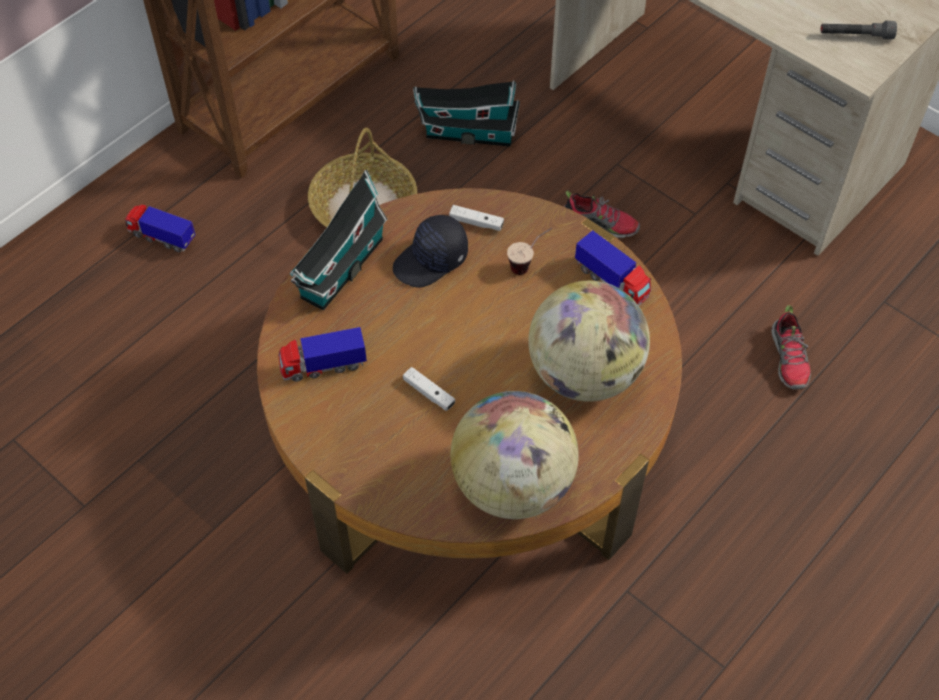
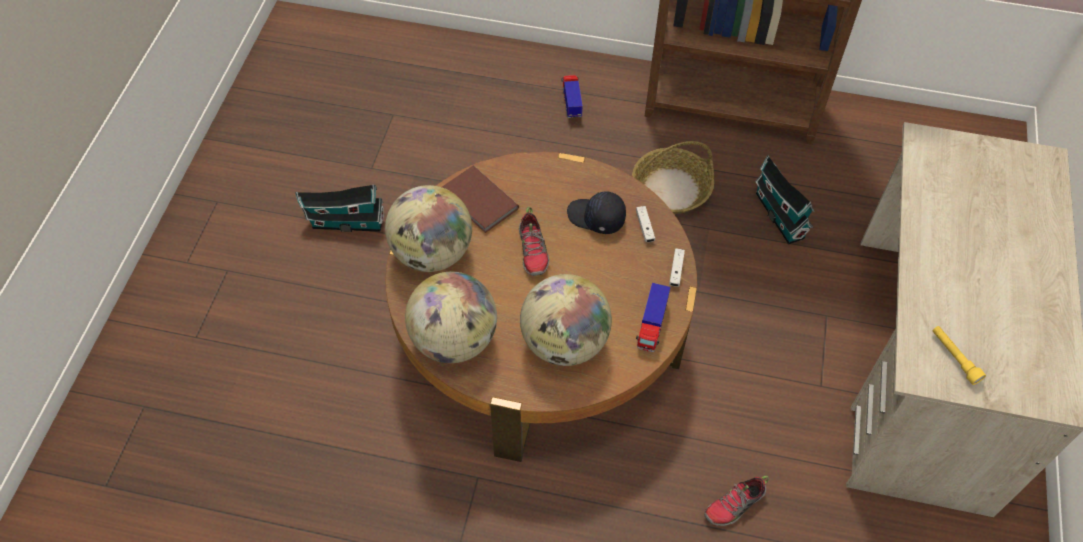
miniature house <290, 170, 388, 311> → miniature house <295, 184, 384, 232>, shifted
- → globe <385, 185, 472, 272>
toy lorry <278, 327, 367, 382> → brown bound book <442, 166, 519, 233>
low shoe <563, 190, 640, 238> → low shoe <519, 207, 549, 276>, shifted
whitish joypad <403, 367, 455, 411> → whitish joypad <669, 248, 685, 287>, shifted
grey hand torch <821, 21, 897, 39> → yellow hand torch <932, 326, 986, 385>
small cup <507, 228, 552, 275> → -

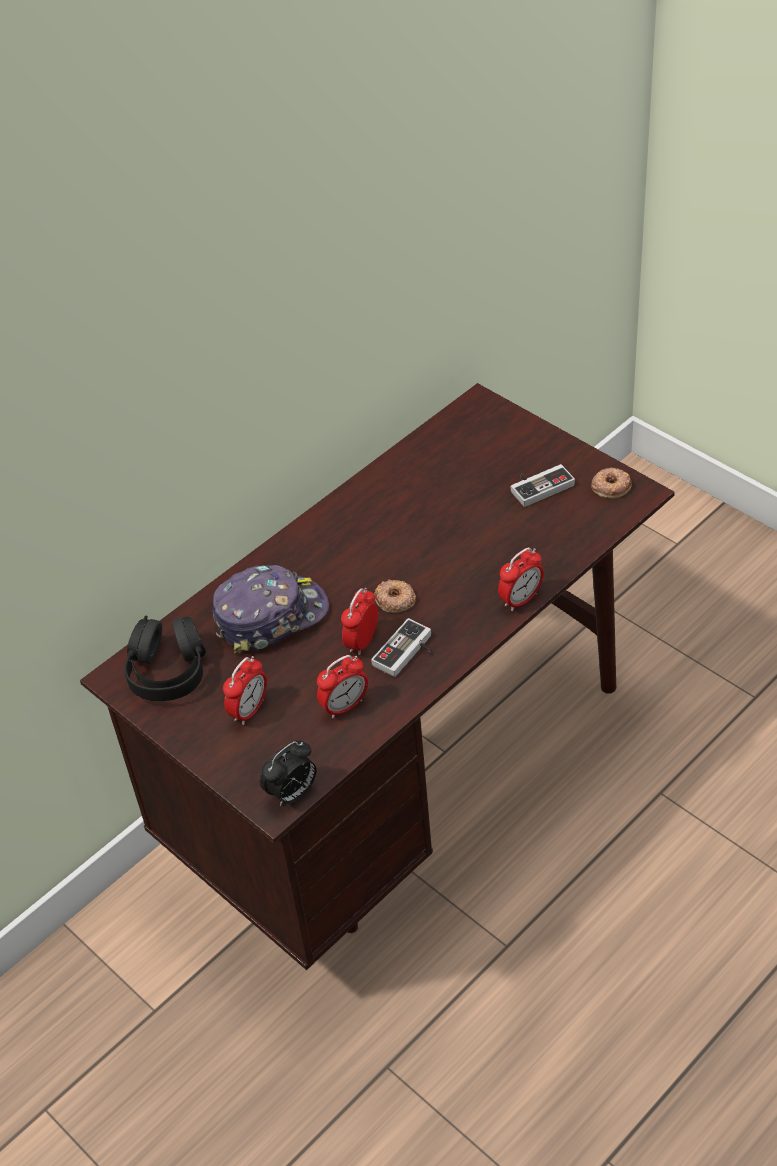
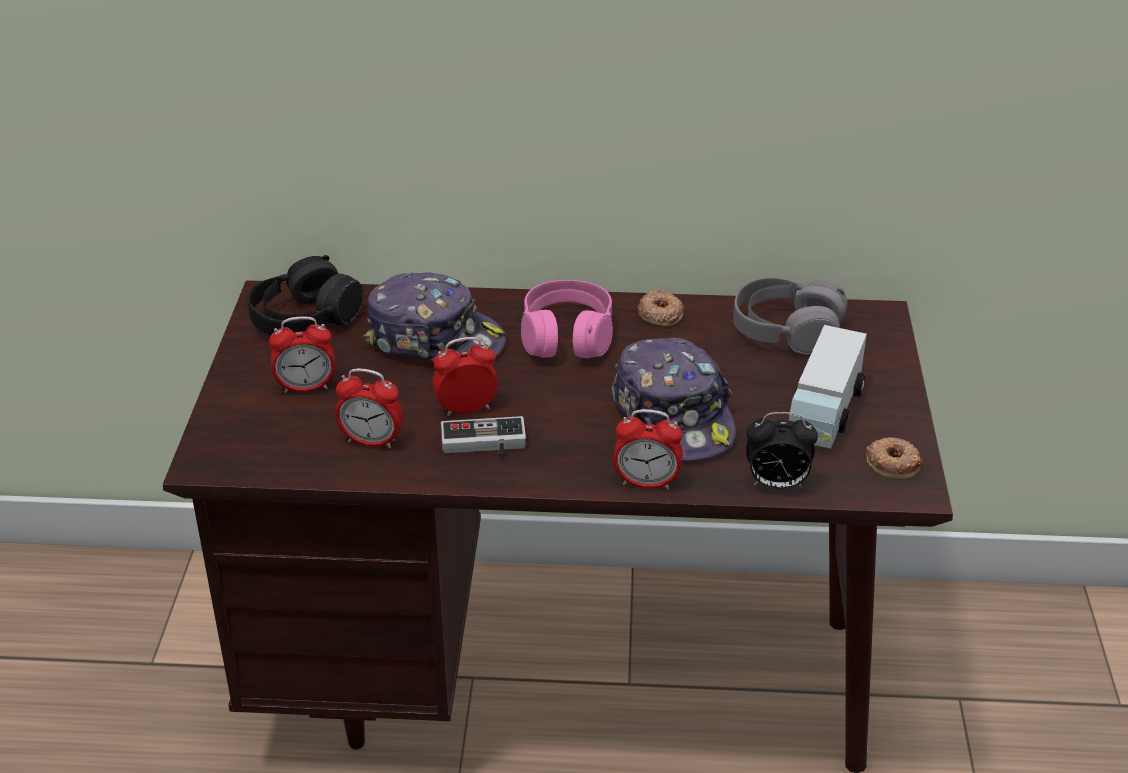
- → pinkish headphones <521, 280, 613, 358>
- → baseball cap <612, 338, 736, 461>
doughnut <374, 579, 416, 613> → doughnut <637, 290, 684, 326>, shifted
- → grey headphones <733, 278, 848, 355>
alarm clock <260, 740, 316, 806> → alarm clock <746, 412, 818, 490>, shifted
joypad <511, 464, 575, 507> → toy lorry <789, 325, 867, 449>

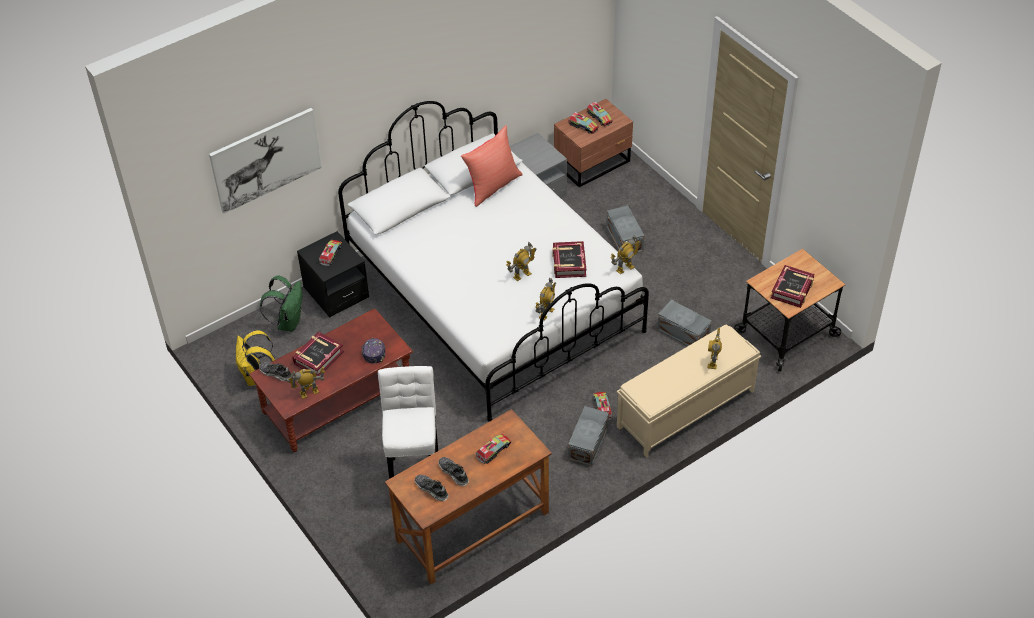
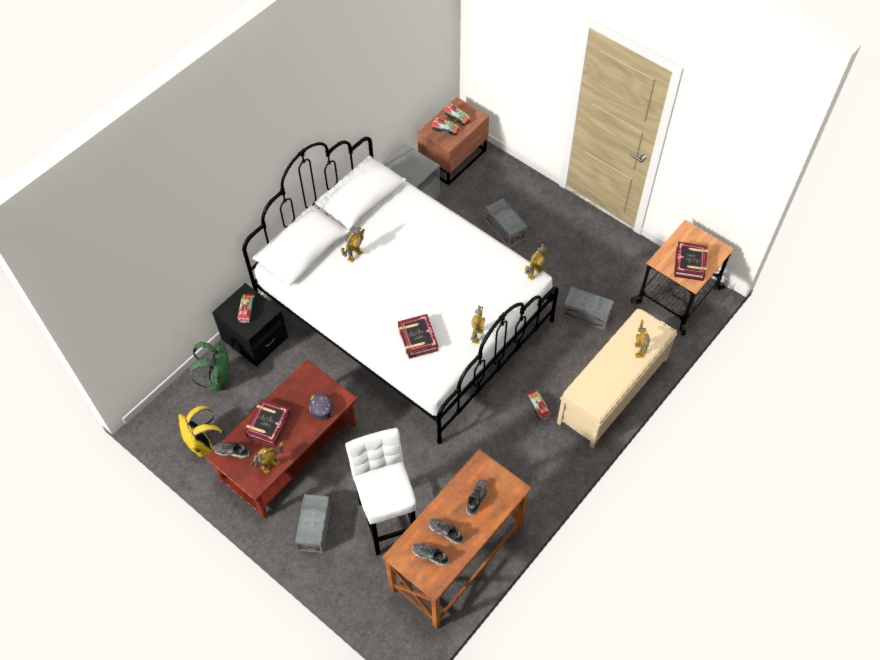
grey storage bin <568, 406, 609, 466> → grey storage bin <295, 494, 331, 553>, shifted
model robot <506, 242, 537, 281> → model robot <340, 226, 365, 262>, shifted
bound book <552, 241, 586, 278> → bound book <398, 314, 439, 359>, shifted
toy lorry <476, 434, 511, 464> → low shoe <466, 480, 487, 516>
wall picture <209, 108, 322, 214> → -
red pillow <461, 125, 523, 207> → -

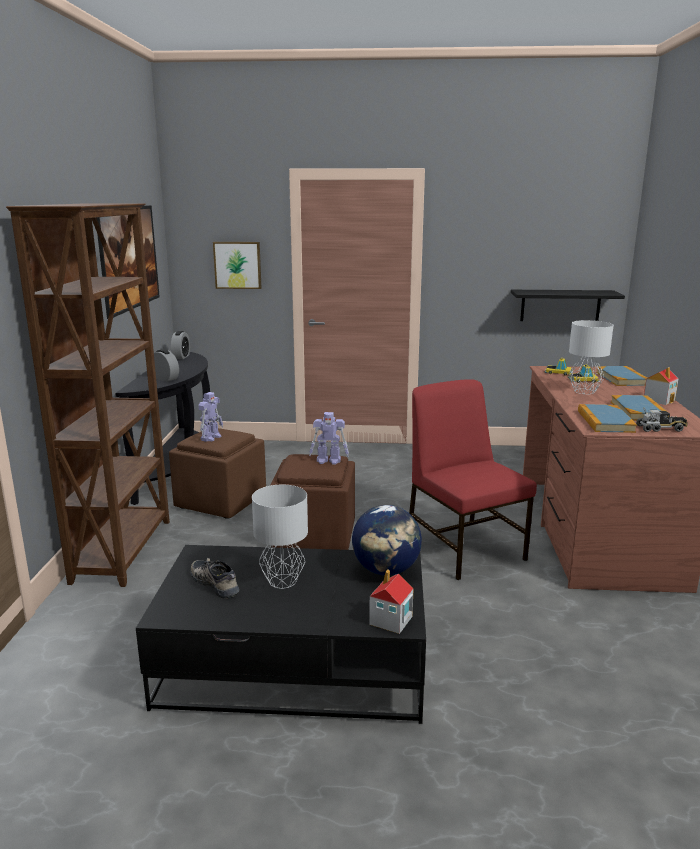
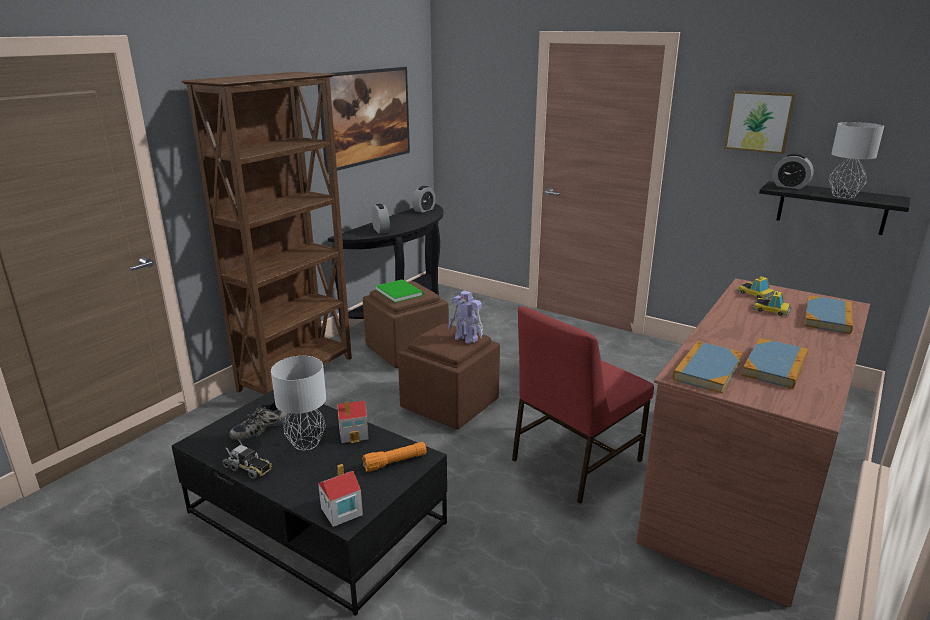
toy lorry <636, 407, 688, 432> → toy lorry <223, 439, 272, 479>, shifted
low shoe <191, 558, 239, 599> → low shoe <229, 401, 290, 442>, 120 degrees counterclockwise
miniature house <644, 367, 678, 405> → miniature house <337, 401, 369, 443>, shifted
globe <352, 505, 422, 575> → orange-coloured hand torch <362, 442, 427, 472>
model robot <198, 392, 223, 442> → green bound book <376, 279, 424, 302>
red plain chair <409, 379, 537, 580> → red plain chair <512, 306, 654, 504>, 135 degrees counterclockwise
wall picture <213, 242, 262, 289> → wall picture <724, 91, 796, 154>, shifted
- → alarm clock <773, 153, 814, 189>
grey table lamp <569, 320, 614, 394> → grey table lamp <829, 122, 884, 198>, shifted

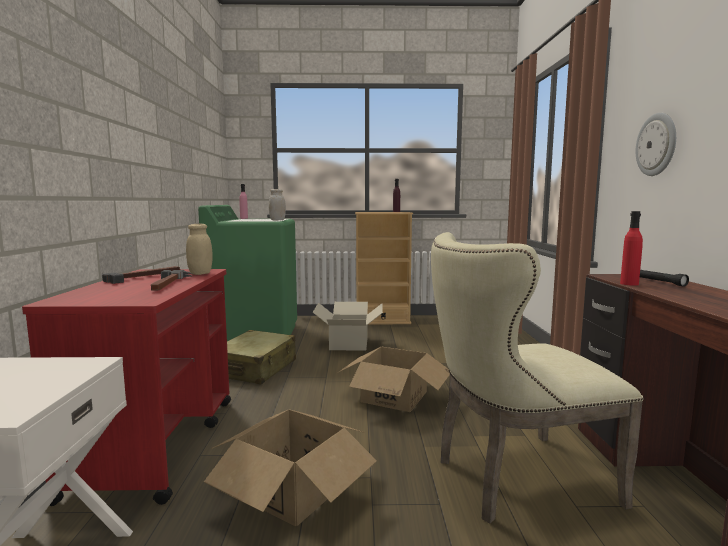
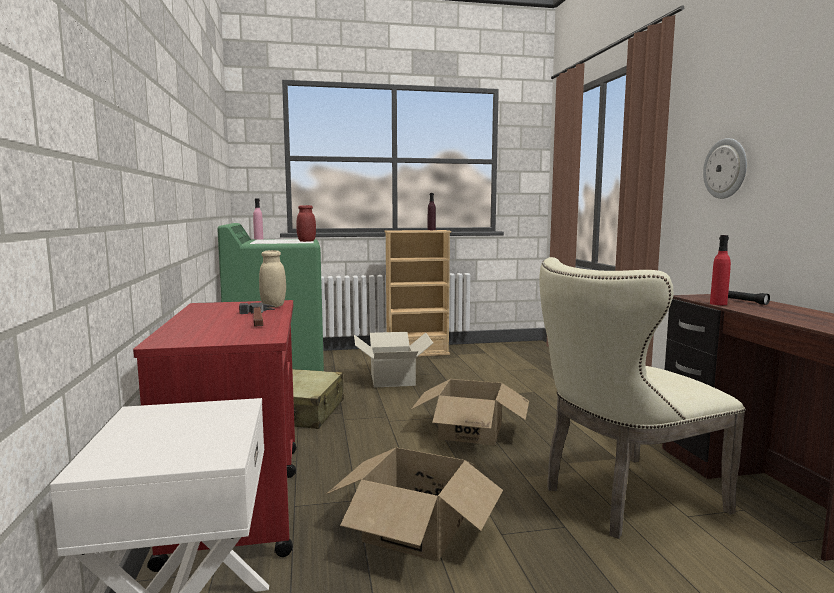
whitish jar <269, 189, 286, 220> → red jar <296, 205, 316, 242>
hand hammer <102, 266, 180, 284> → -

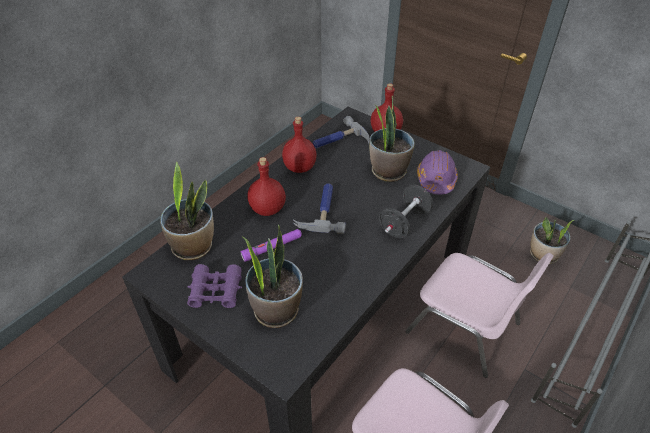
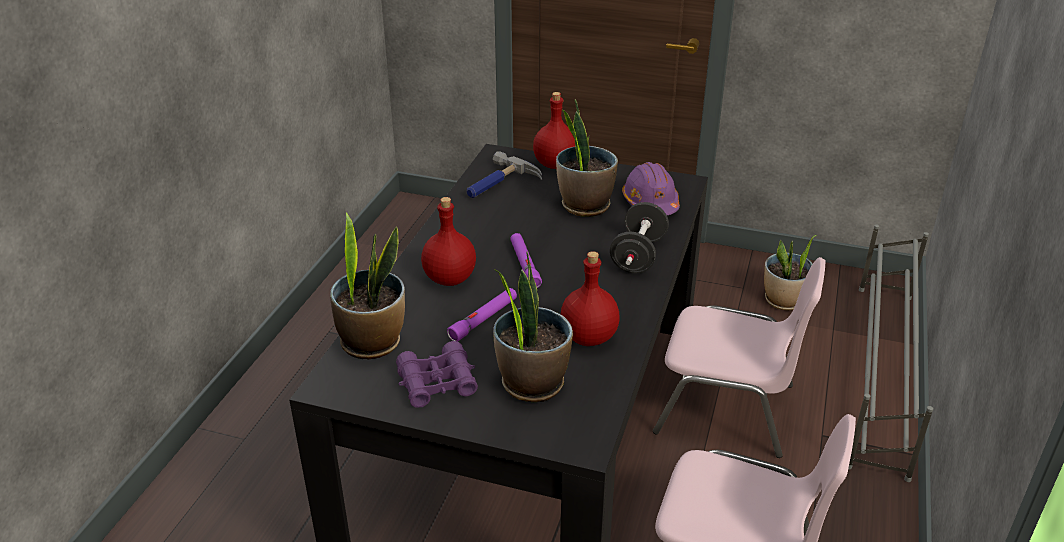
hand hammer <293, 184, 346, 234> → purple-coloured hand torch <511, 233, 542, 288>
red bottle <282, 117, 317, 173> → red bottle <561, 251, 620, 346>, shifted

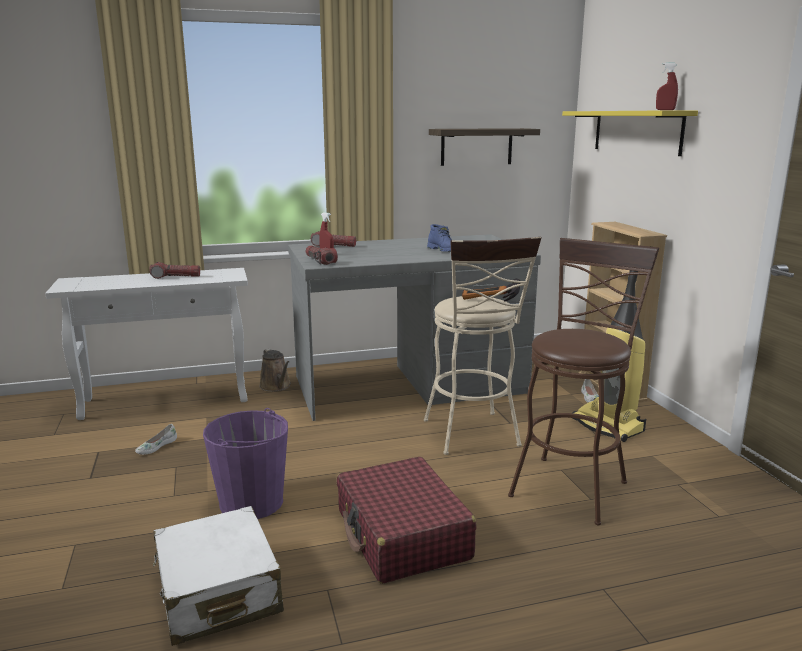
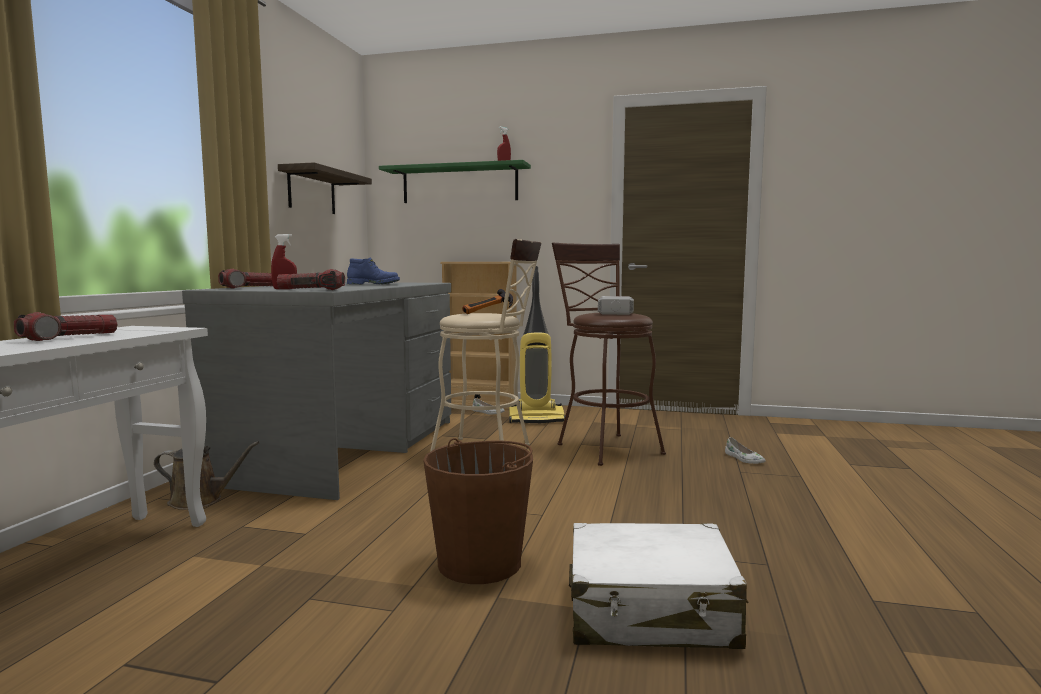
yellow bracket shelf <562, 110, 698, 156> → green bracket shelf <379, 160, 531, 203>
purple-coloured water bucket <203, 408, 288, 519> → brown water bucket <423, 438, 533, 584>
- → hand hammer <598, 296, 634, 315>
whitish low shoe <135, 424, 177, 455> → whitish low shoe <725, 437, 765, 464>, shifted
red travel case <337, 457, 477, 584> → -

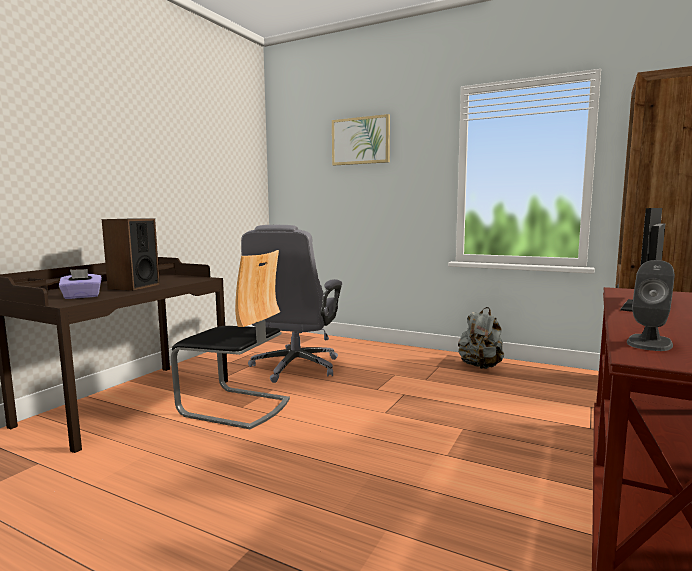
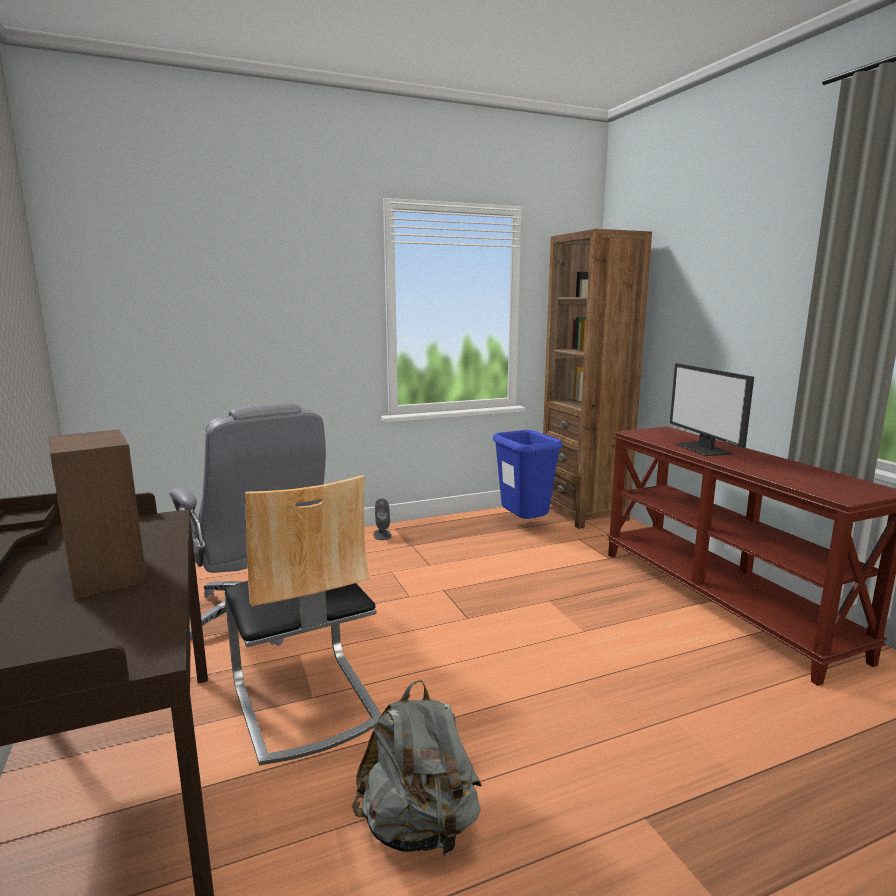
plain chair <171, 250, 290, 429> → plain chair <225, 475, 382, 766>, 90 degrees clockwise
grey backpack <458, 307, 504, 369> → grey backpack <351, 680, 482, 859>, shifted
grey audio speaker <627, 260, 675, 351> → grey audio speaker <373, 498, 391, 540>, shifted
- → blue waste bin <493, 430, 563, 519>
purple-coloured tissue box <59, 269, 102, 299> → -
wall picture <332, 114, 390, 165> → -

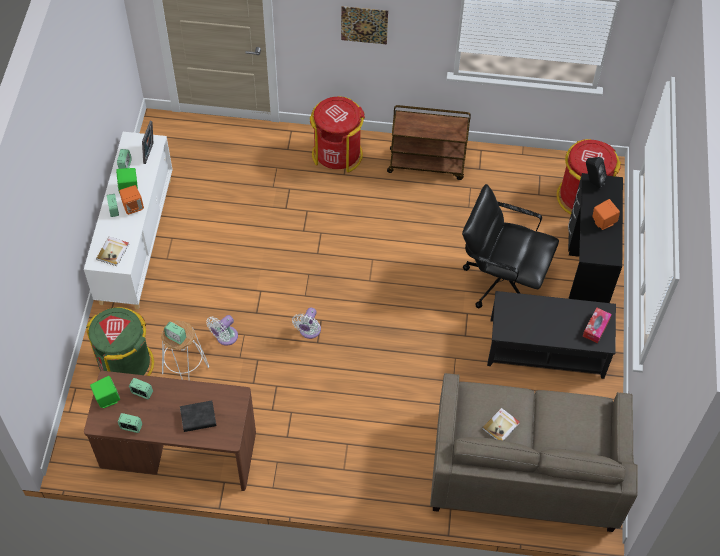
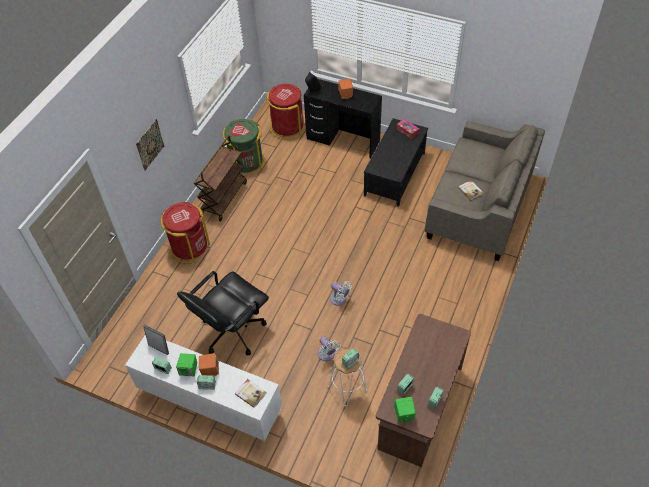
black-coloured computer chair <462, 184, 559, 308> → black-coloured computer chair <177, 271, 269, 355>, shifted
green waste bin <86, 307, 154, 376> → green waste bin <223, 119, 265, 173>, shifted
black-coloured bound book <180, 400, 217, 432> → -

